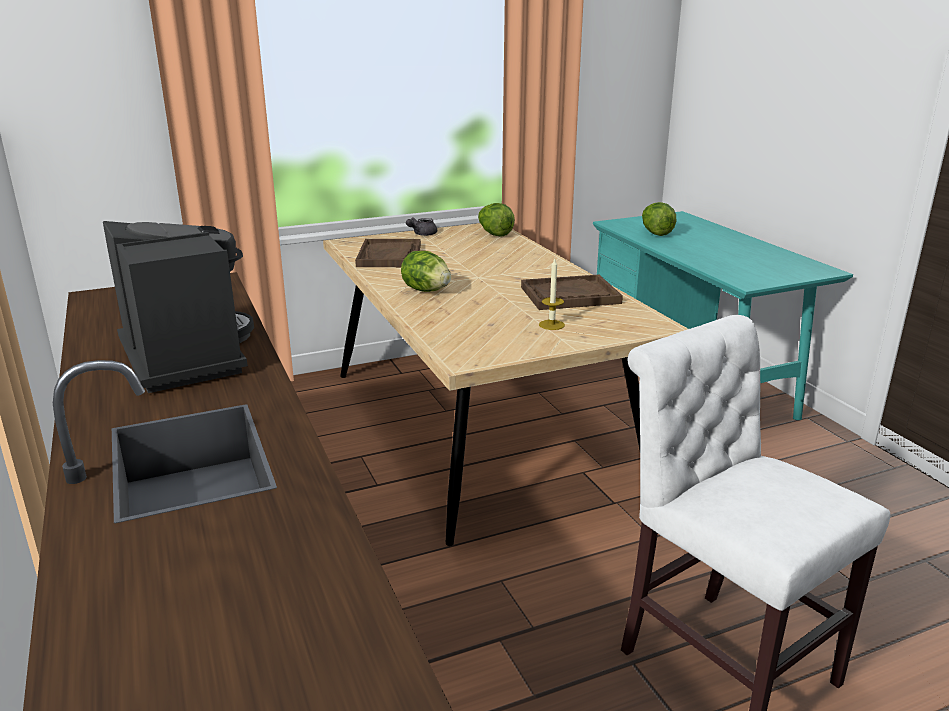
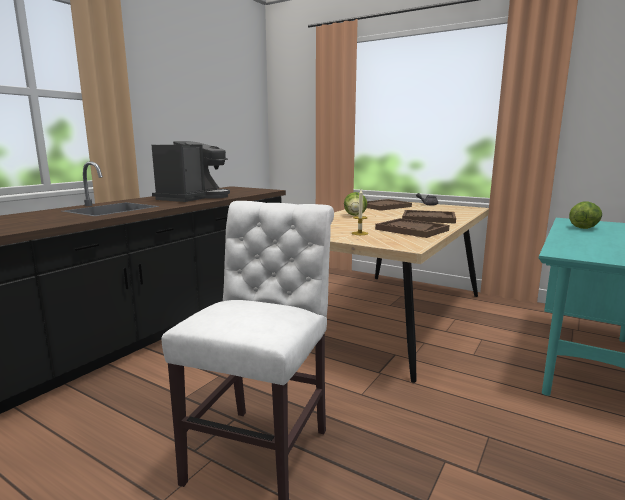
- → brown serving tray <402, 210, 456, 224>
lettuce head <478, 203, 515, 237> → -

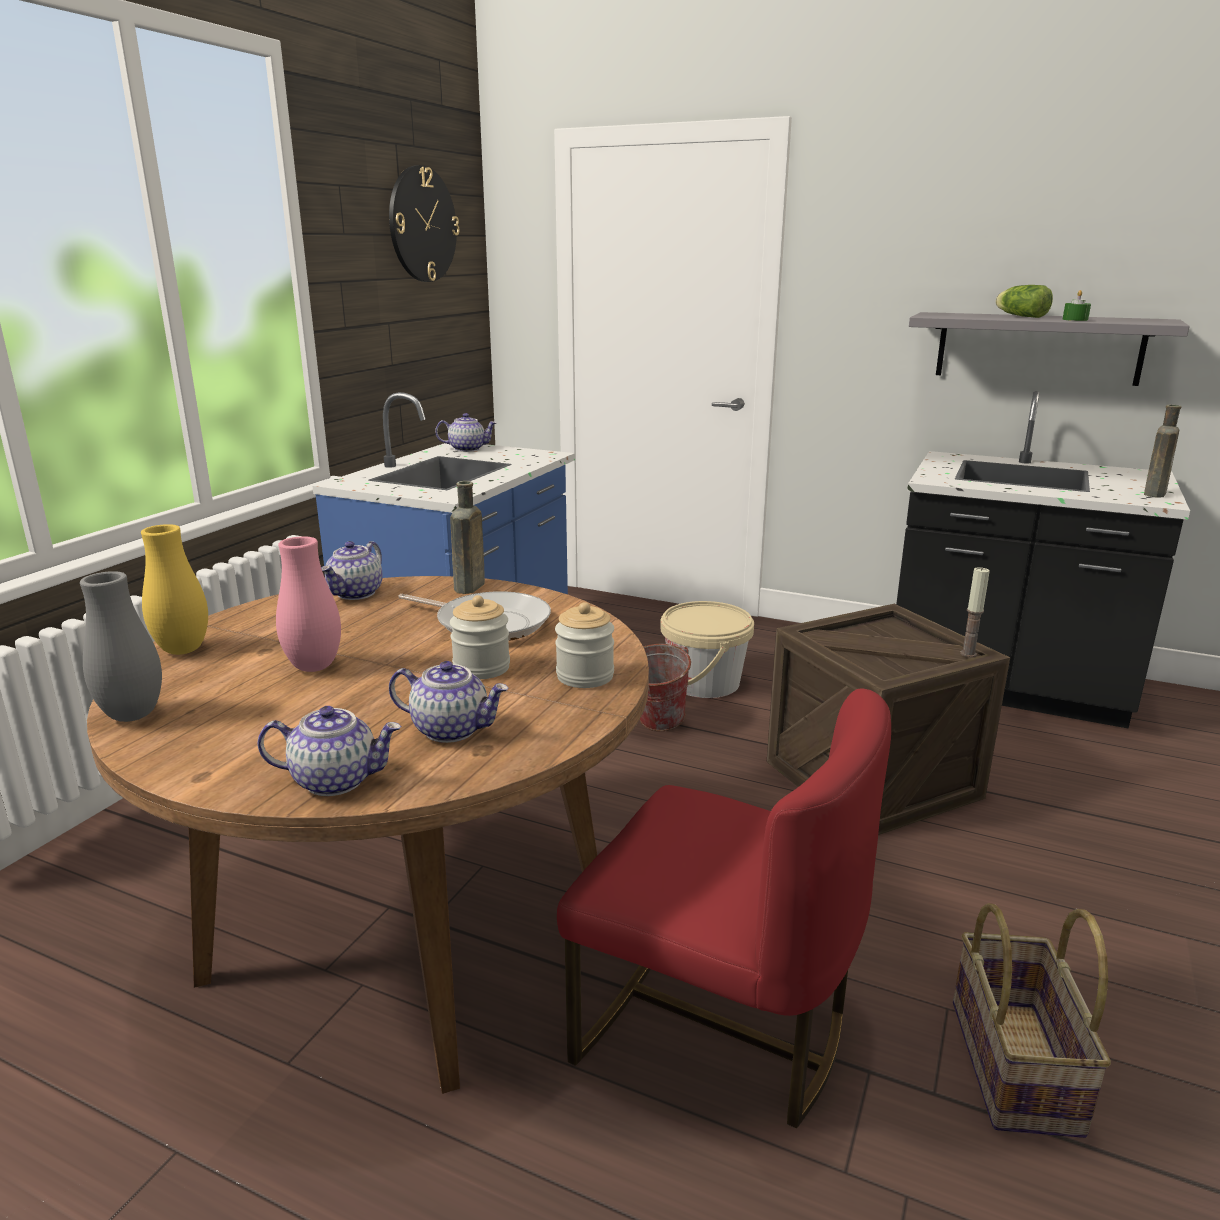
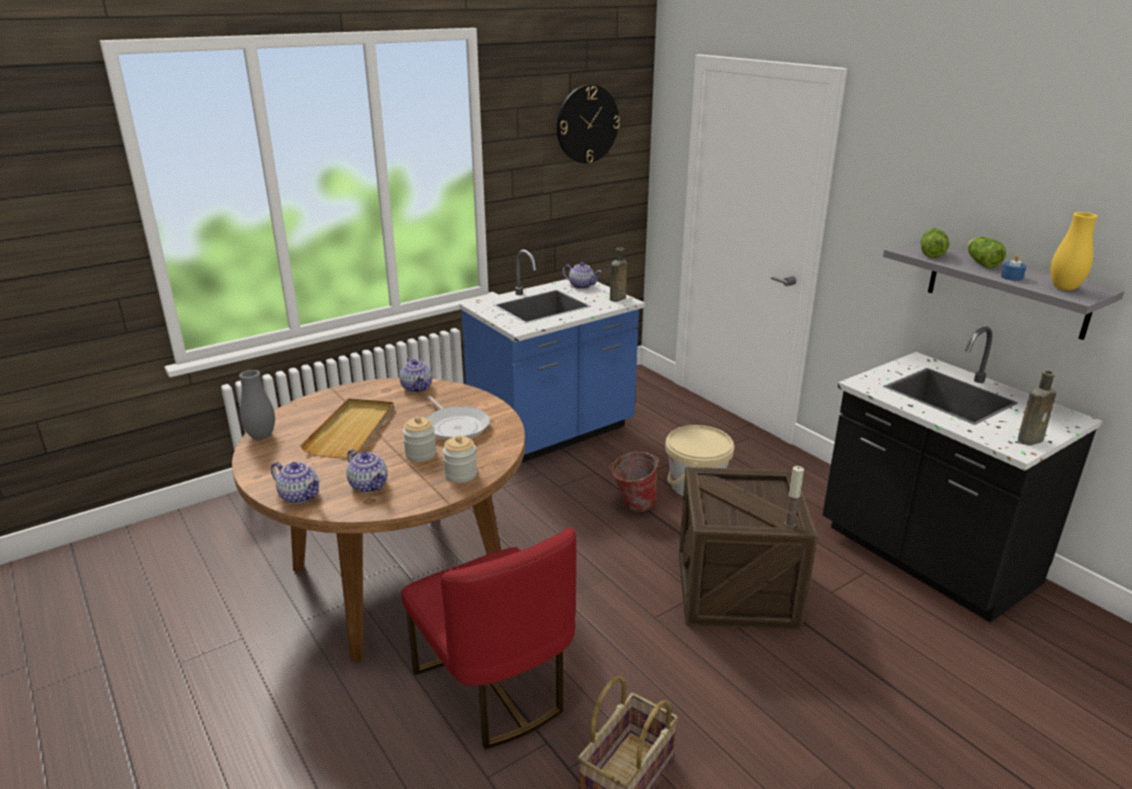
pinkish vase <276, 536, 341, 672> → beige-coloured serving tray <300, 398, 394, 458>
teapot <321, 541, 382, 600> → teapot <399, 357, 432, 393>, 75 degrees counterclockwise
brown bottle <450, 481, 485, 594> → brown bottle <610, 247, 627, 302>, shifted
- → lettuce head <921, 228, 949, 258>
green wax light <1062, 290, 1091, 321> → blue wax light <1001, 254, 1026, 281>
yellow vase <141, 524, 208, 655> → yellow vase <1051, 212, 1098, 291>, shifted

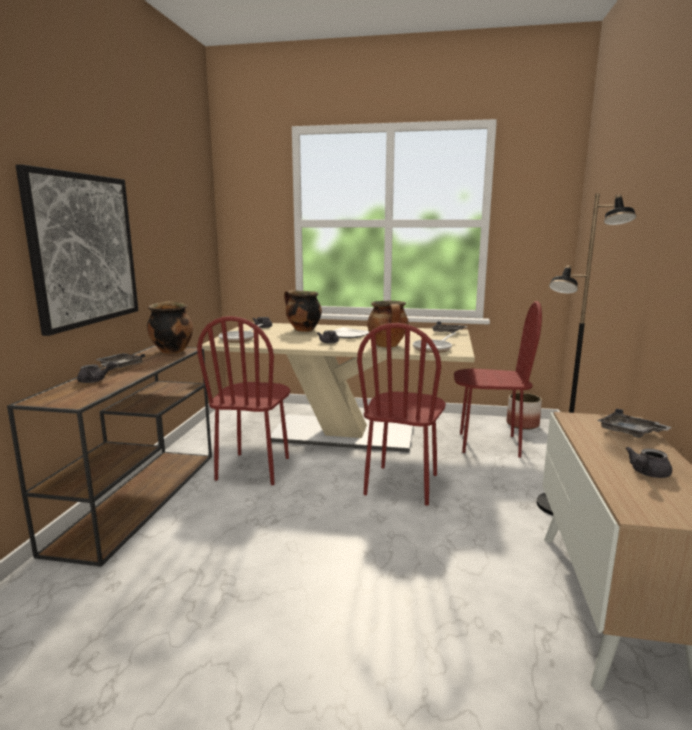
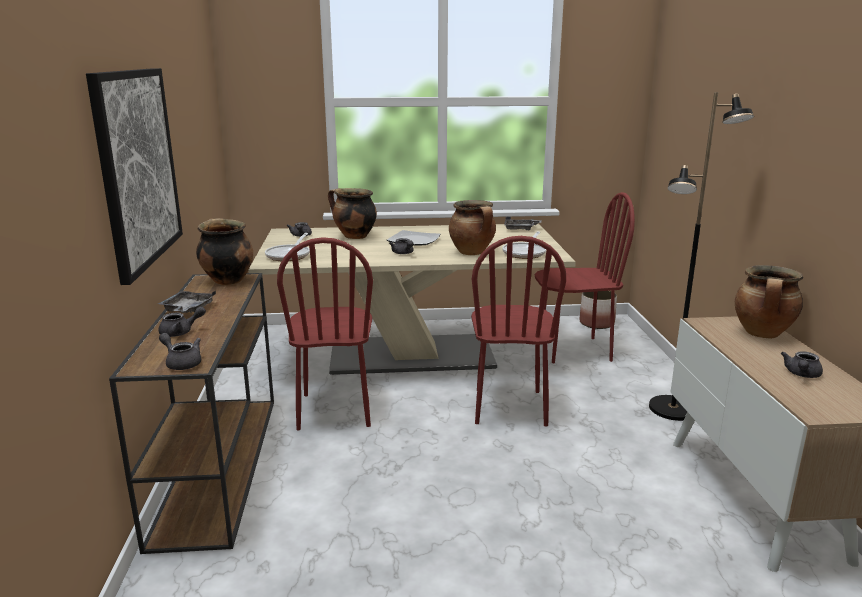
- → grey teapot <159, 333, 201, 370>
grey serving tray <597, 409, 672, 438> → cooking pot <735, 265, 803, 339>

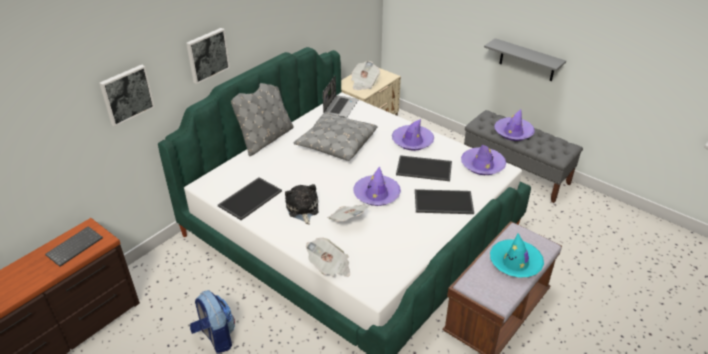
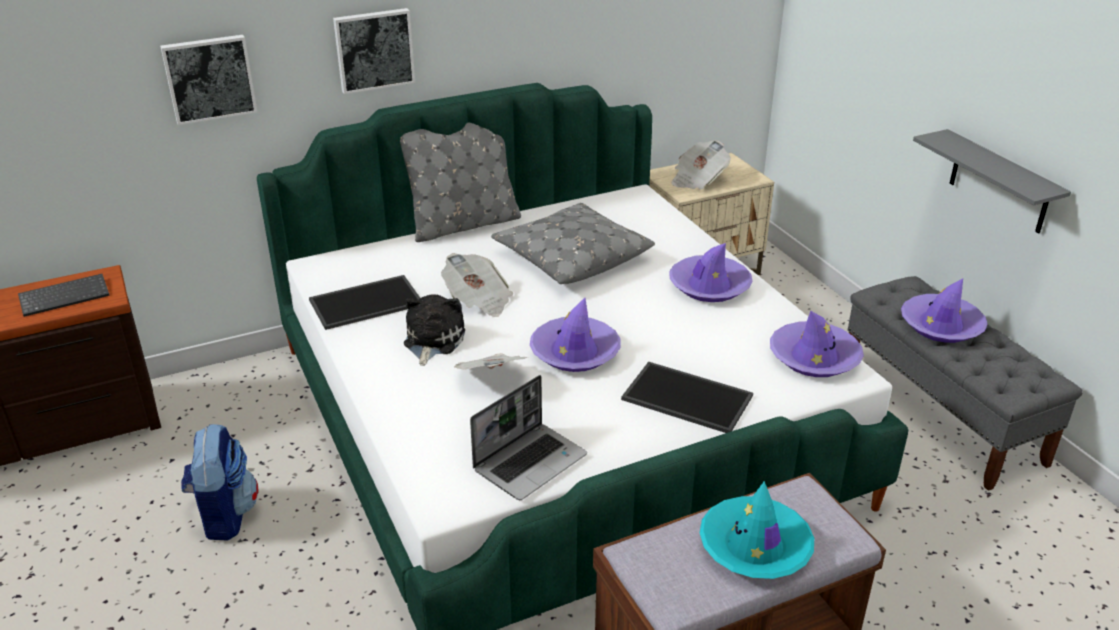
daily paper <306, 238, 350, 277> → daily paper <441, 253, 513, 317>, shifted
portable computer <323, 75, 358, 118> → portable computer <470, 375, 587, 500>, shifted
serving tray <396, 155, 452, 181> → -

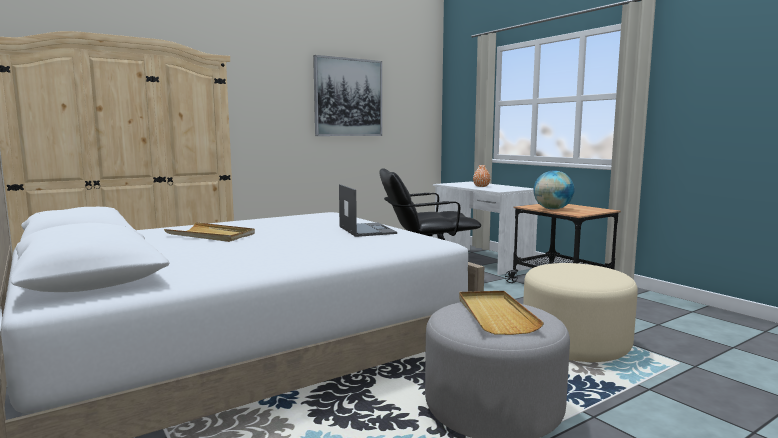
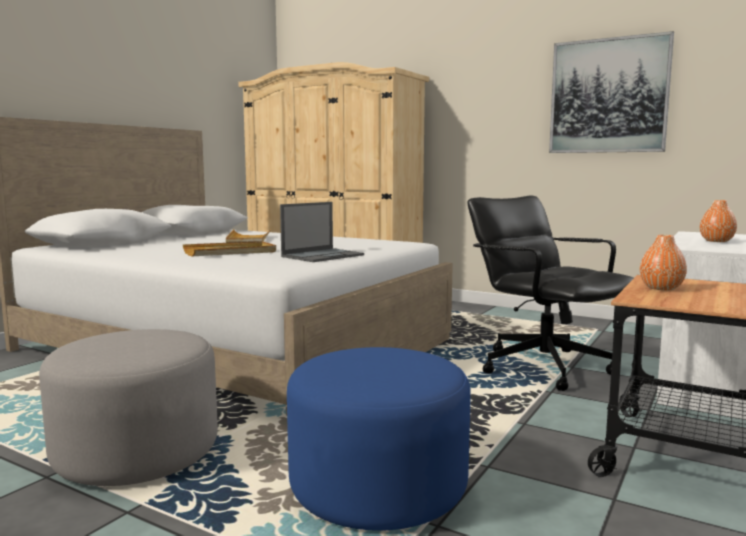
beige-coloured serving tray <459, 291, 544, 335> → beige-coloured serving tray <183, 241, 276, 256>, shifted
beige-coloured ottoman <523, 263, 638, 362> → blue ottoman <287, 347, 471, 531>
globe <534, 170, 574, 210> → orange-coloured vase <640, 235, 687, 290>

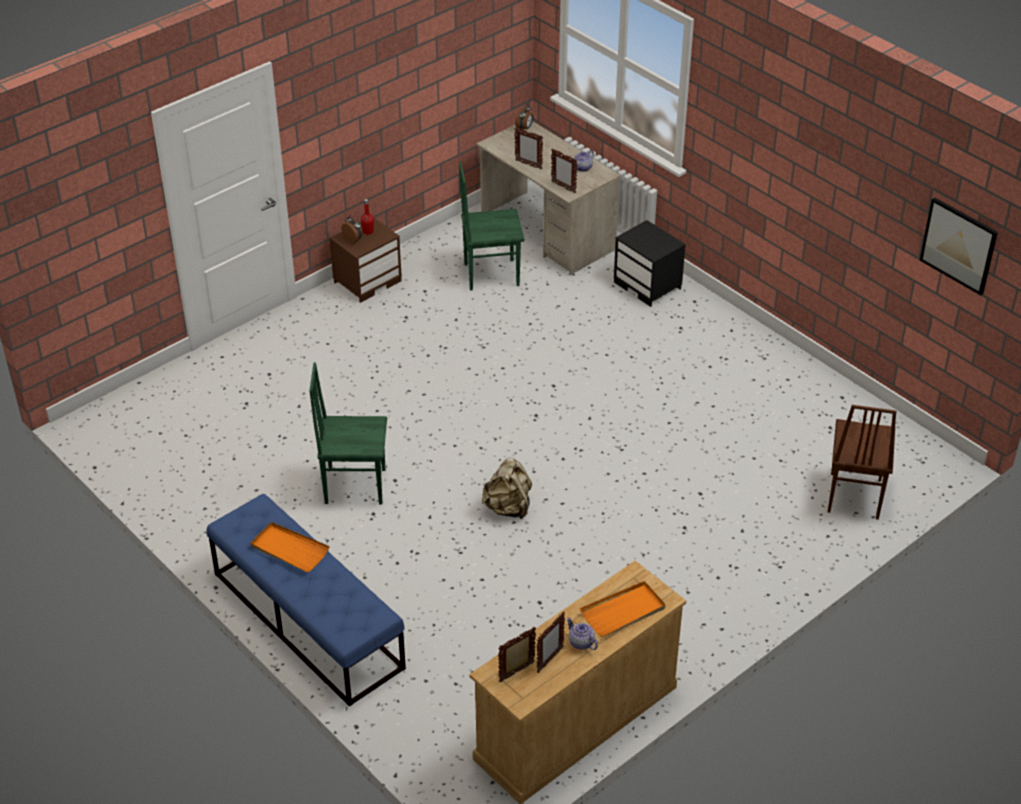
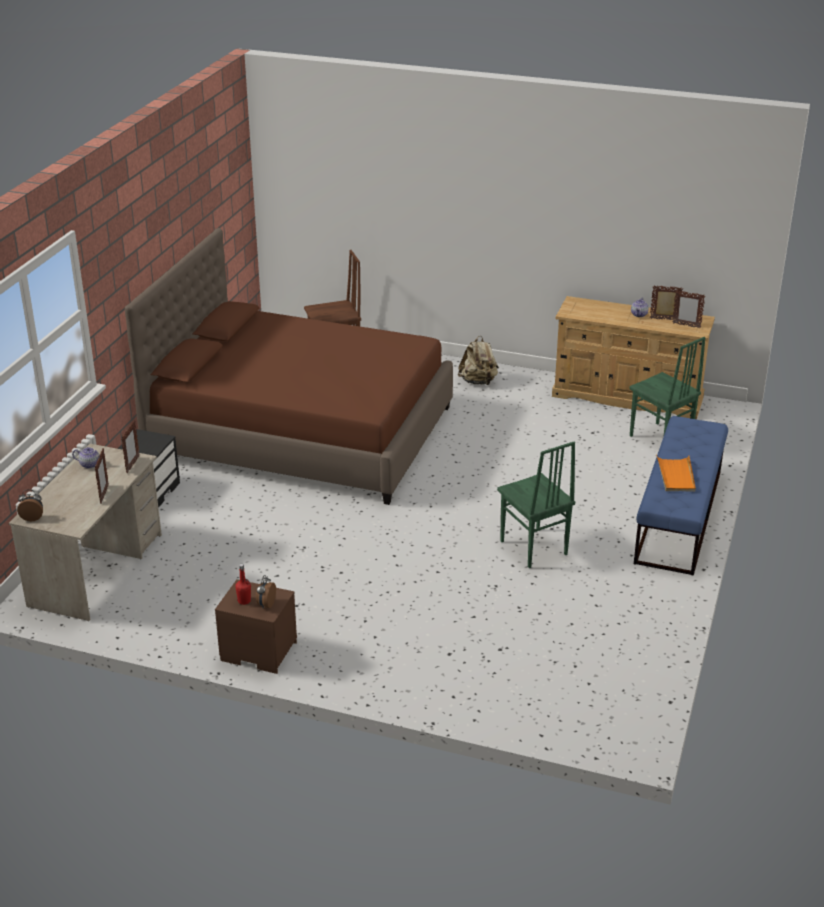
- → brown bed <125, 228, 453, 505>
beige-coloured backpack <482, 458, 532, 519> → beige-coloured backpack <458, 336, 499, 385>, shifted
green plain chair <459, 161, 524, 291> → green plain chair <629, 337, 706, 437>, shifted
orange-coloured serving tray <580, 581, 666, 637> → -
wall picture <920, 197, 998, 295> → -

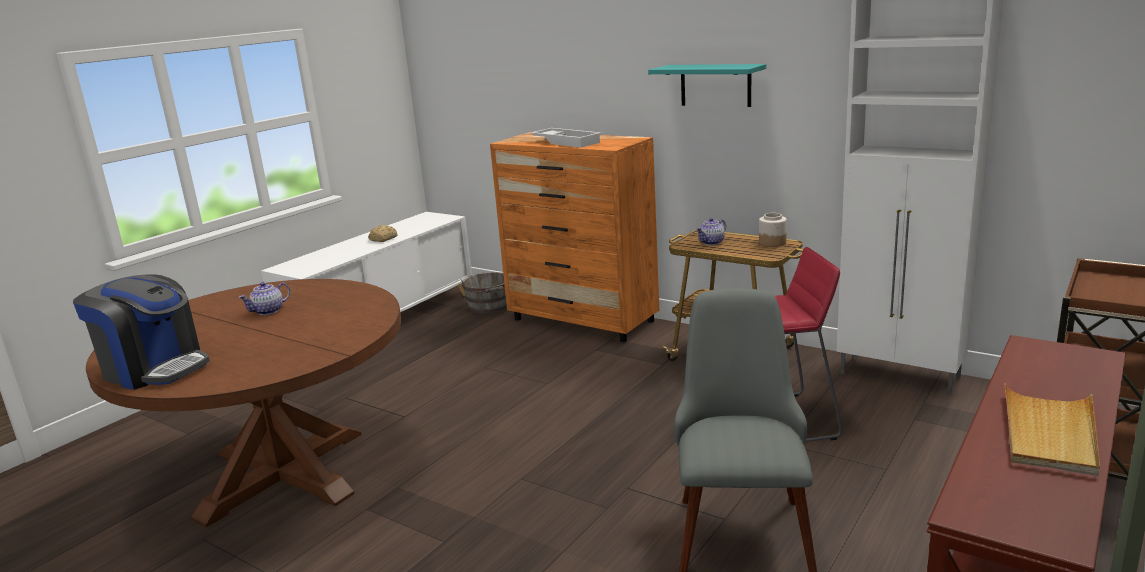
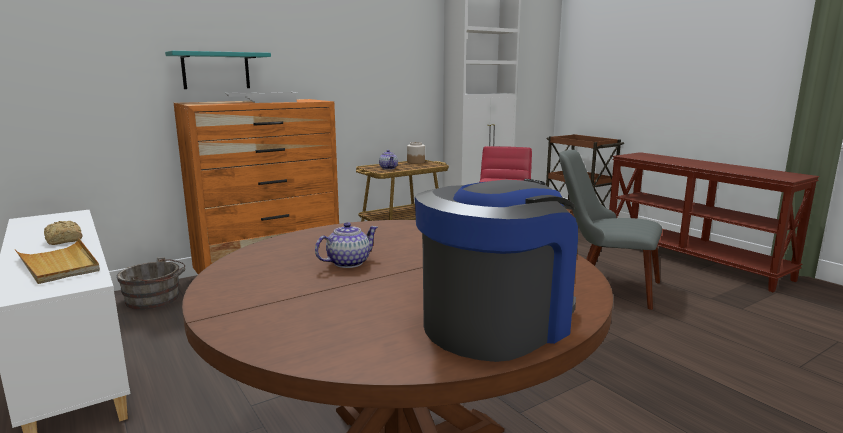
beige-coloured serving tray <1004, 383, 1100, 476> → beige-coloured serving tray <14, 238, 100, 284>, shifted
turquoise-coloured bracket shelf <648, 64, 766, 107> → turquoise-coloured bracket shelf <165, 51, 271, 89>, shifted
teapot <238, 282, 290, 315> → teapot <315, 222, 378, 268>, 105 degrees counterclockwise

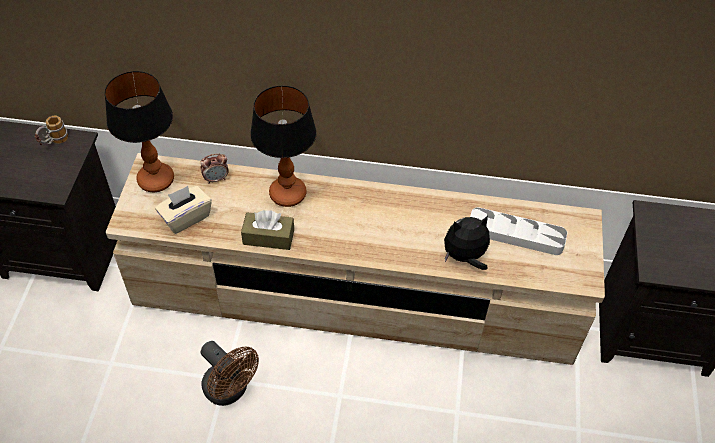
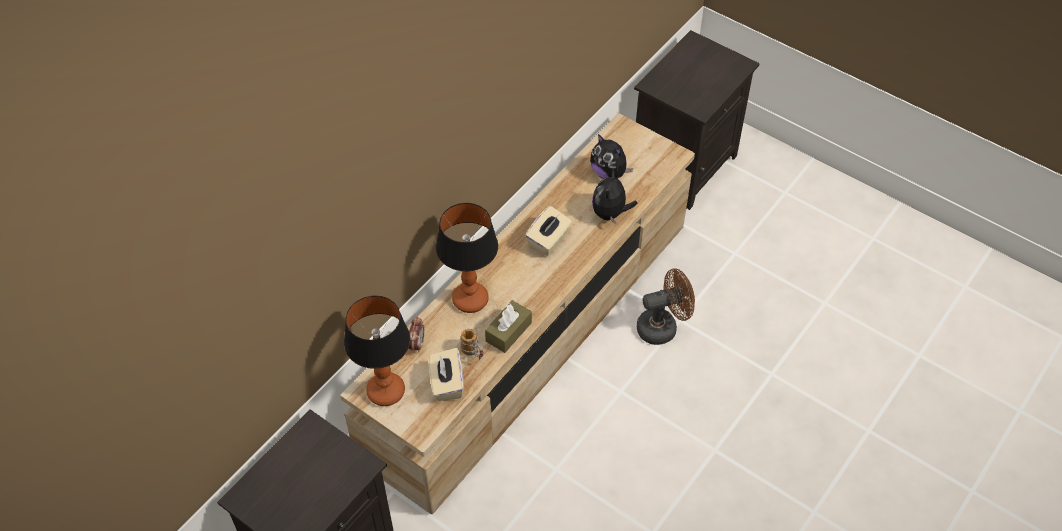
coffee mug <35, 116, 68, 145> → coffee mug <460, 329, 484, 360>, shifted
- → beige-coloured tissue box <525, 206, 572, 256>
grey serving tray <470, 207, 567, 255> → soft toy <590, 134, 633, 179>
brown electric fan <201, 341, 259, 406> → brown electric fan <637, 268, 695, 345>, shifted

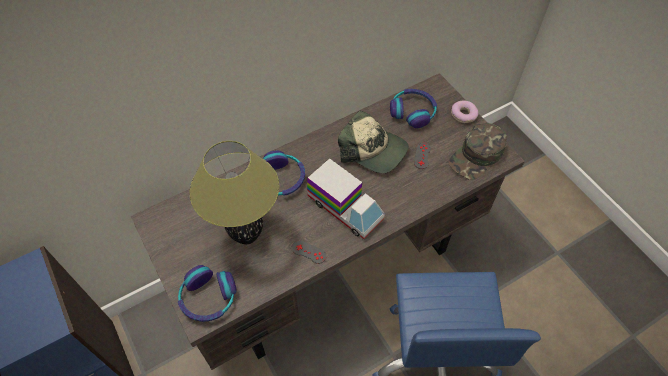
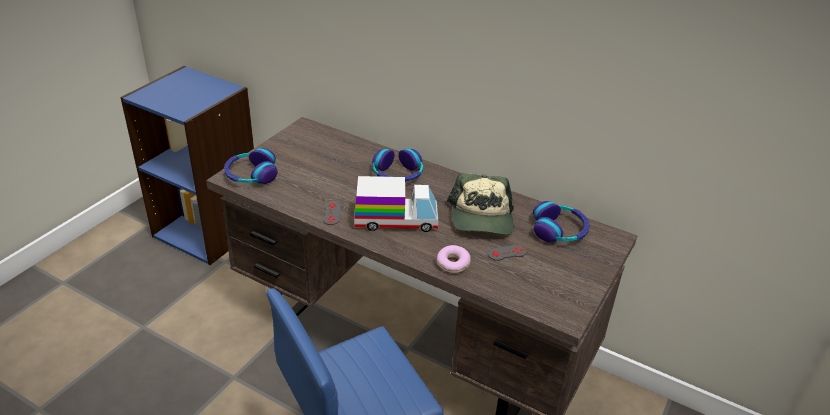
toy lorry <307, 158, 385, 239> → toy lorry <354, 176, 439, 232>, 105 degrees counterclockwise
doughnut <451, 100, 479, 123> → doughnut <437, 245, 471, 273>, shifted
table lamp <190, 141, 279, 244> → -
green baseball cap <449, 123, 507, 180> → -

